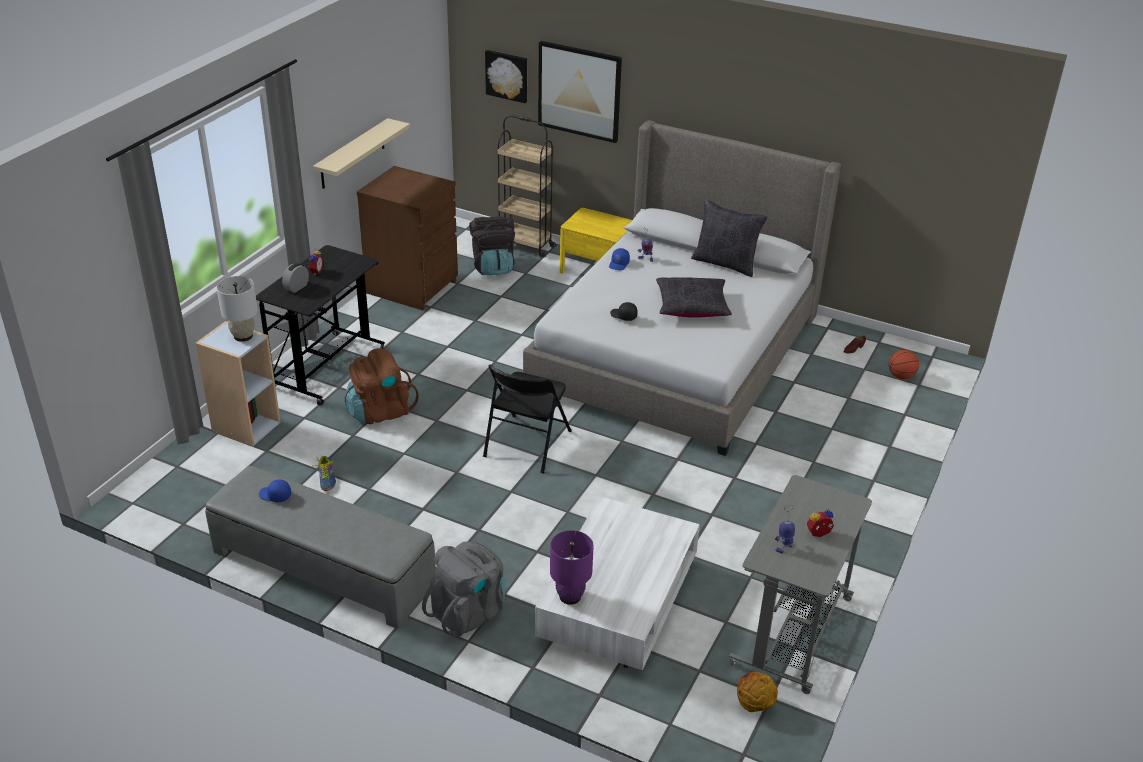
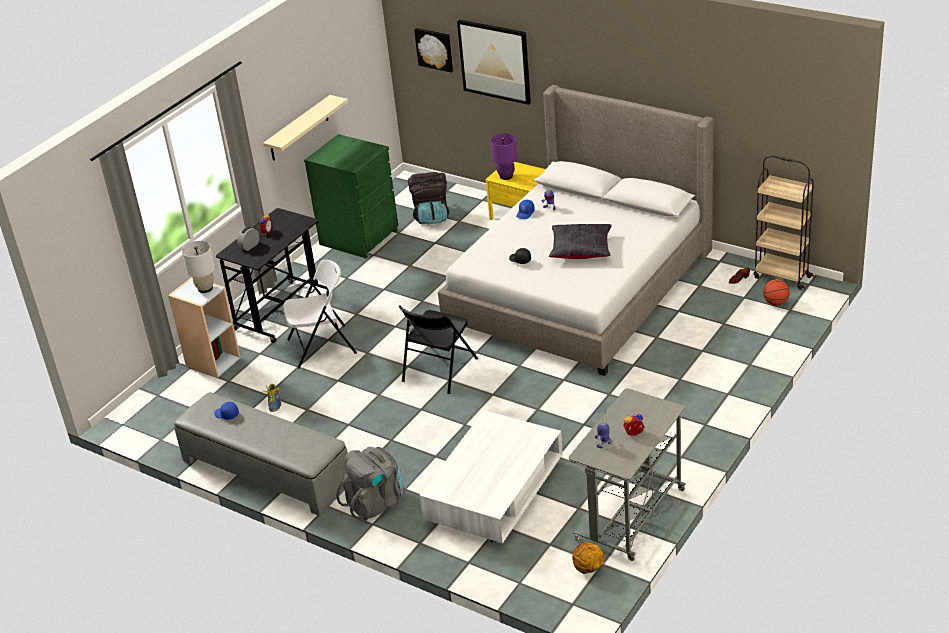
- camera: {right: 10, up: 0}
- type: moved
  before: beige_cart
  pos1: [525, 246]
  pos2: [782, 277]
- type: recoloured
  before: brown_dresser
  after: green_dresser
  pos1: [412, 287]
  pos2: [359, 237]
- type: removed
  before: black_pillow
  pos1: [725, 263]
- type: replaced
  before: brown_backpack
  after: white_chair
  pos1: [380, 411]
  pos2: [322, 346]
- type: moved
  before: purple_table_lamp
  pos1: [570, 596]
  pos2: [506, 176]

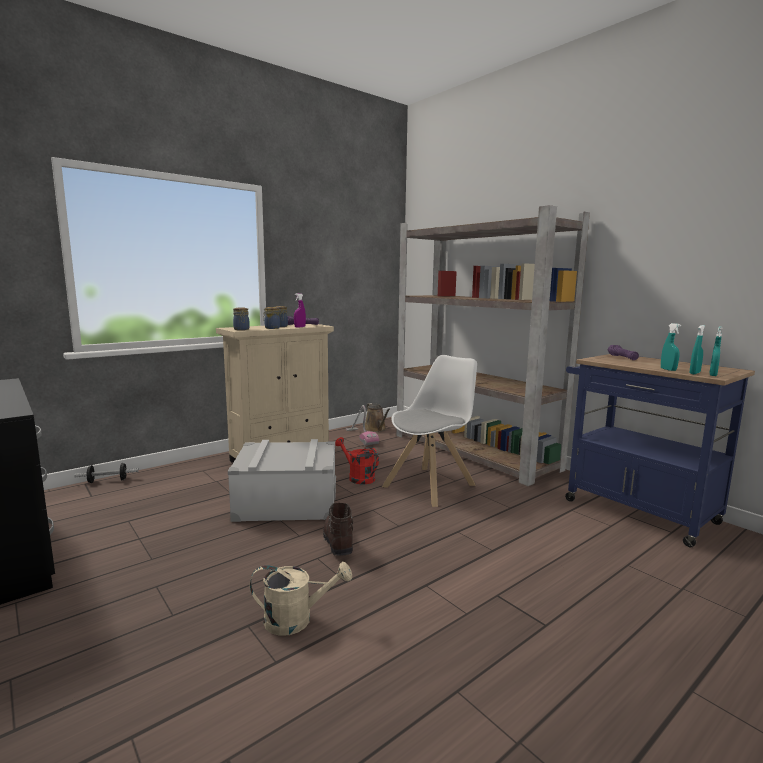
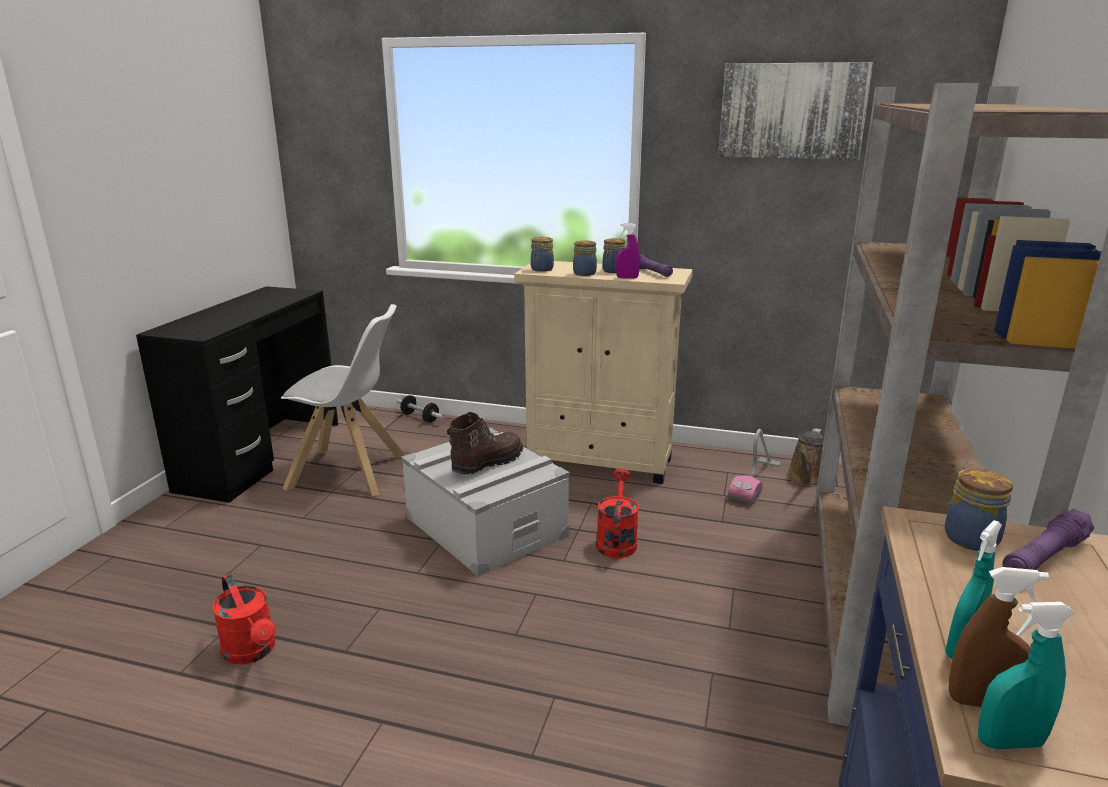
- camera: {right: 55, up: 10}
- type: recoloured
  before: turquoise_spray_bottle
  after: brown_spray_bottle
  pos1: [694, 373]
  pos2: [981, 702]
- type: moved
  before: chair
  pos1: [431, 485]
  pos2: [350, 472]
- type: moved
  before: brown_boot
  pos1: [337, 542]
  pos2: [486, 463]
- type: recoloured
  before: beige_watering_can
  after: red_watering_can
  pos1: [297, 619]
  pos2: [253, 652]
- type: added
  after: picture
  pos2: [792, 111]
- type: added
  after: jar
  pos2: [970, 537]

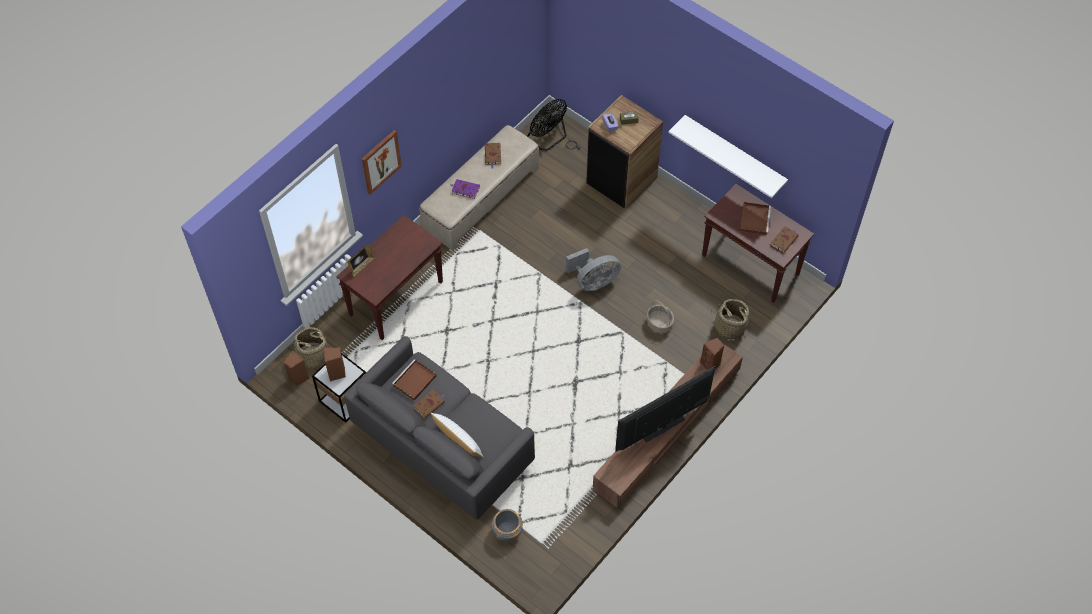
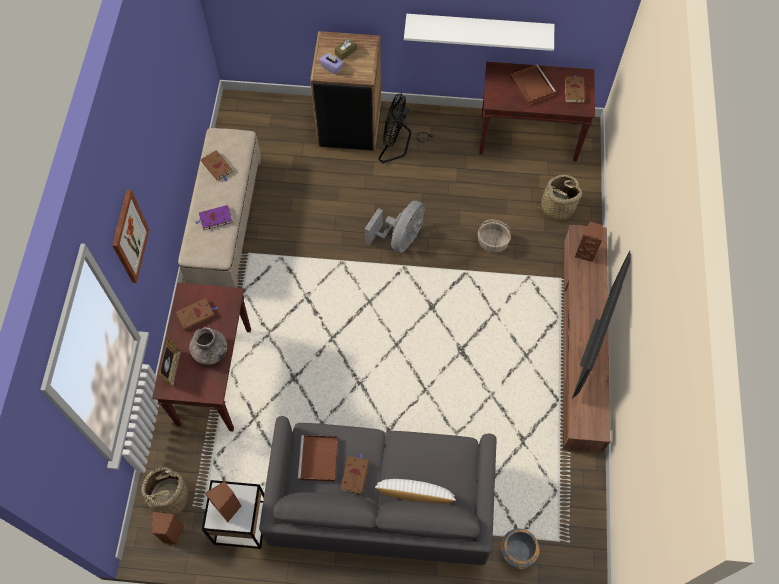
- camera: {right: -35, up: 5}
- type: moved
  before: black_fan
  pos1: [553, 138]
  pos2: [400, 141]
- type: added
  after: brown_book
  pos2: [197, 315]
- type: added
  after: grey_vase
  pos2: [210, 351]

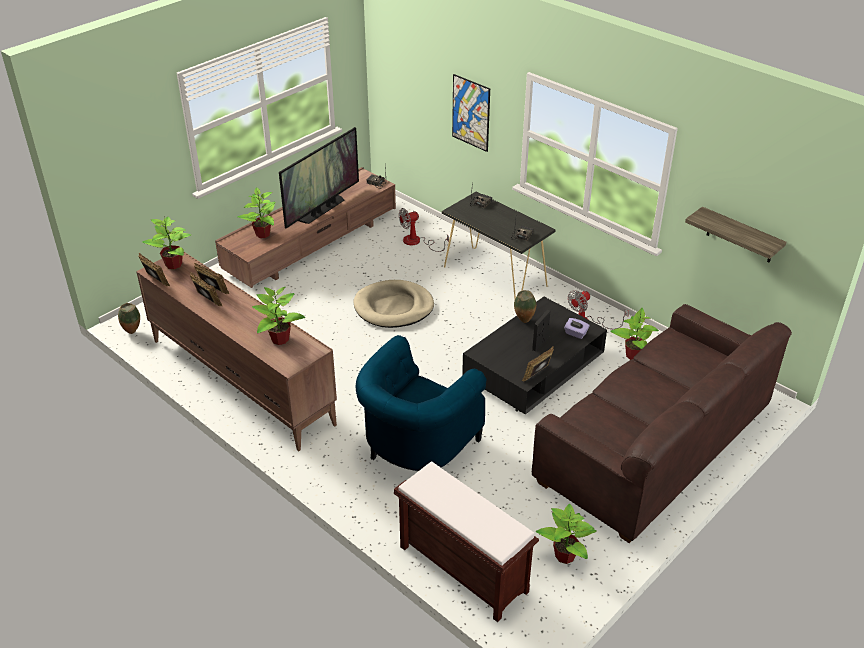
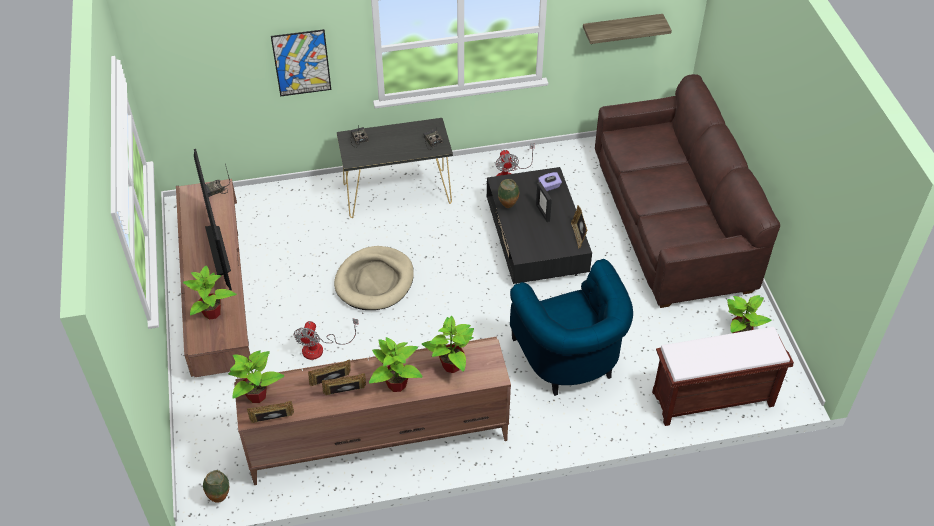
- camera: {right: -55, up: 10}
- type: moved
  before: fan
  pos1: [417, 242]
  pos2: [320, 348]
- type: moved
  before: potted_plant
  pos1: [633, 355]
  pos2: [396, 384]

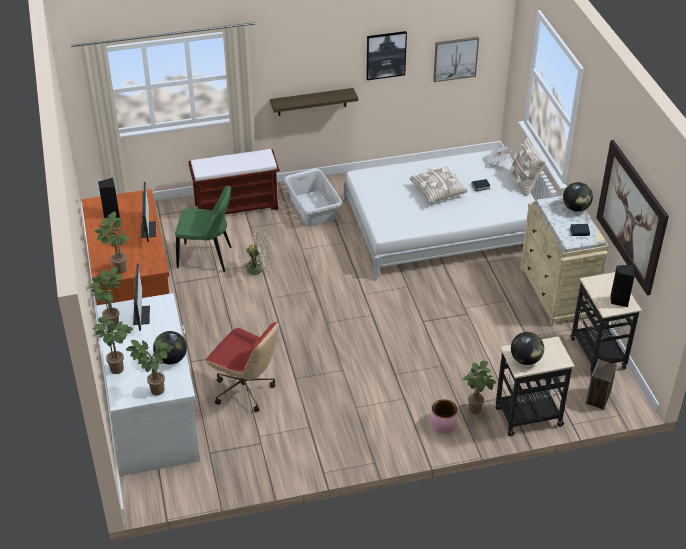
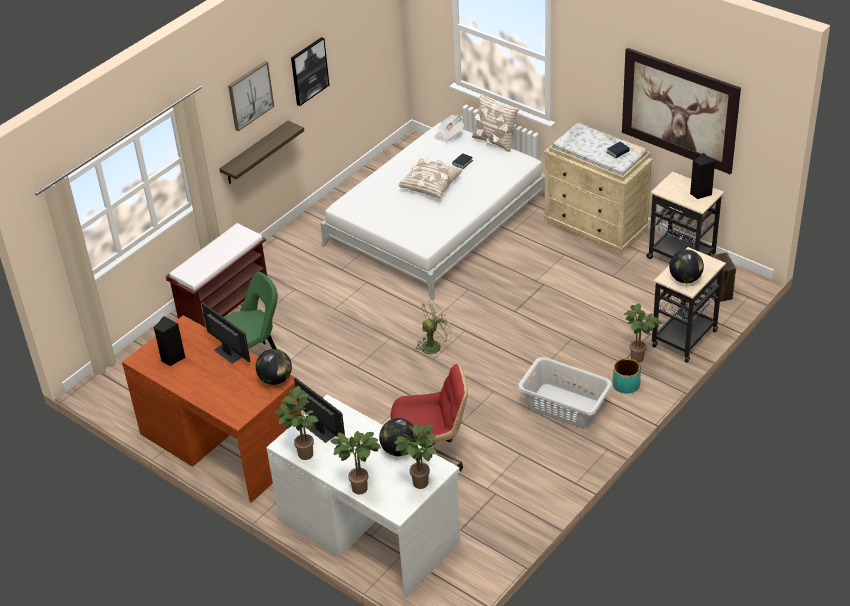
- camera: {right: -35, up: 0}
- type: moved
  before: picture
  pos1: [455, 58]
  pos2: [250, 95]
- type: moved
  before: grey_laundry_basket
  pos1: [313, 209]
  pos2: [564, 406]
- type: moved
  before: globe
  pos1: [576, 208]
  pos2: [275, 379]
- type: removed
  before: potted_plant
  pos1: [118, 269]
- type: moved
  before: green_fan
  pos1: [258, 269]
  pos2: [434, 345]
- type: recoloured
  before: pink_planter
  after: turquoise_planter
  pos1: [443, 424]
  pos2: [626, 385]

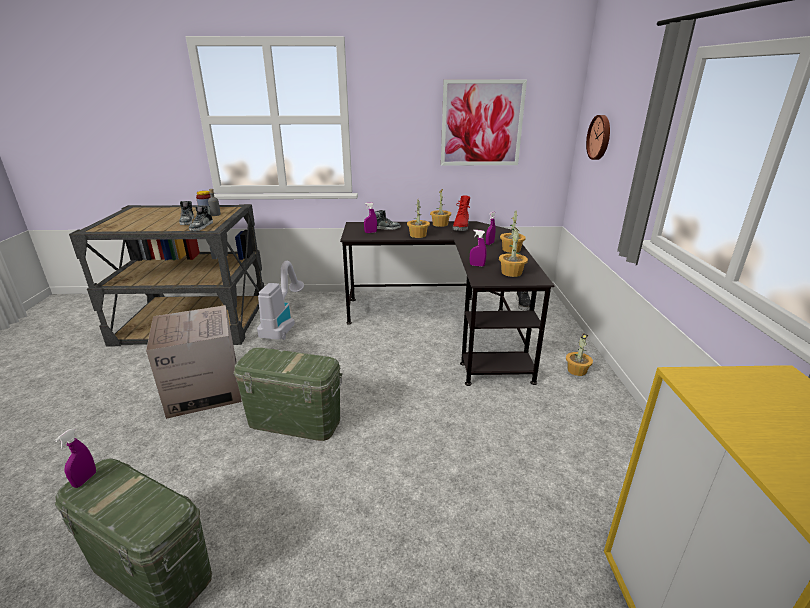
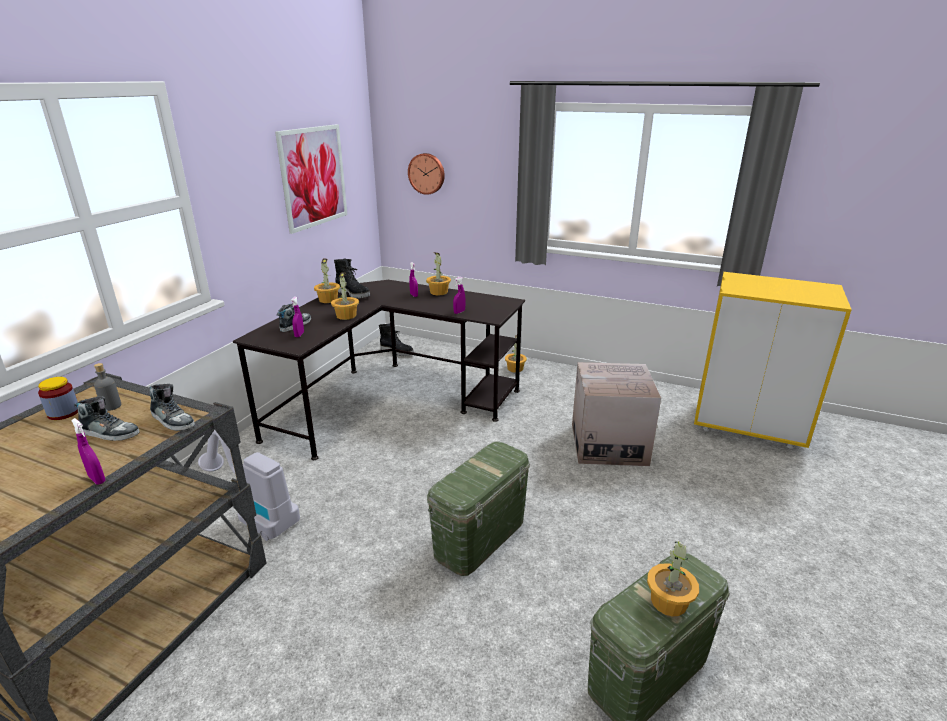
- camera: {right: -65, up: 0}
- type: recoloured
  before: red_boot
  after: black_boot
  pos1: [461, 228]
  pos2: [354, 294]
- type: moved
  before: potted_plant
  pos1: [511, 273]
  pos2: [669, 602]
- type: moved
  before: cardboard_box
  pos1: [204, 390]
  pos2: [608, 444]
- type: moved
  before: purple_spray_bottle
  pos1: [85, 479]
  pos2: [97, 479]

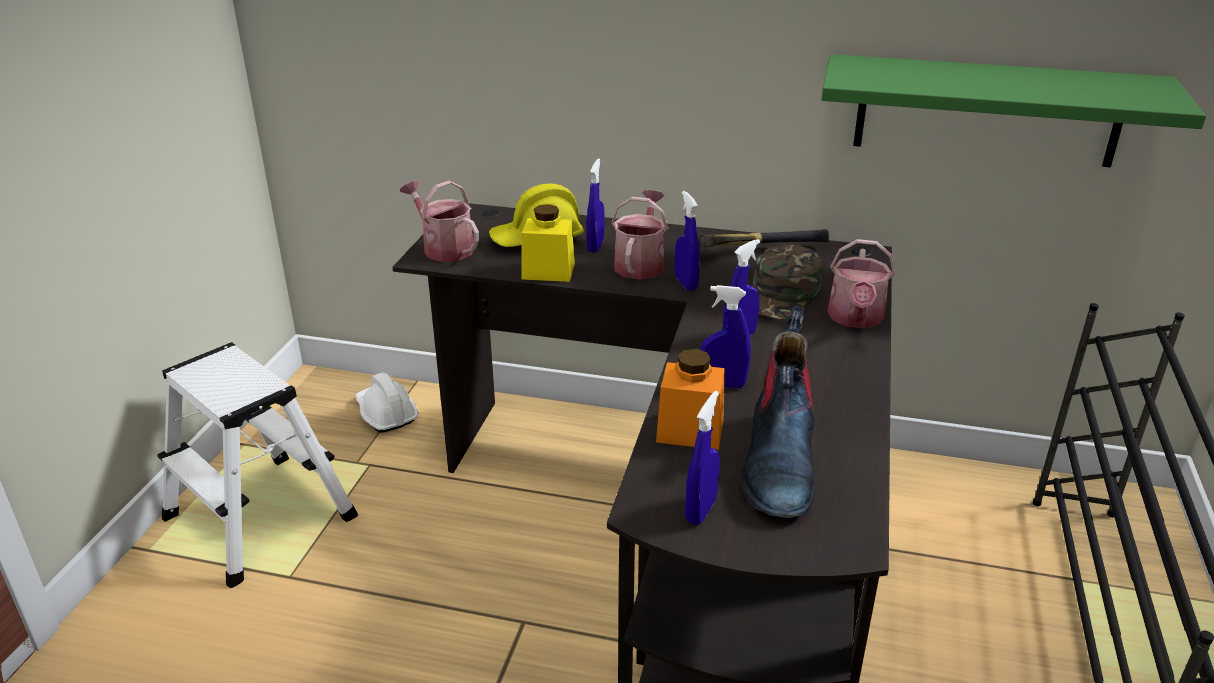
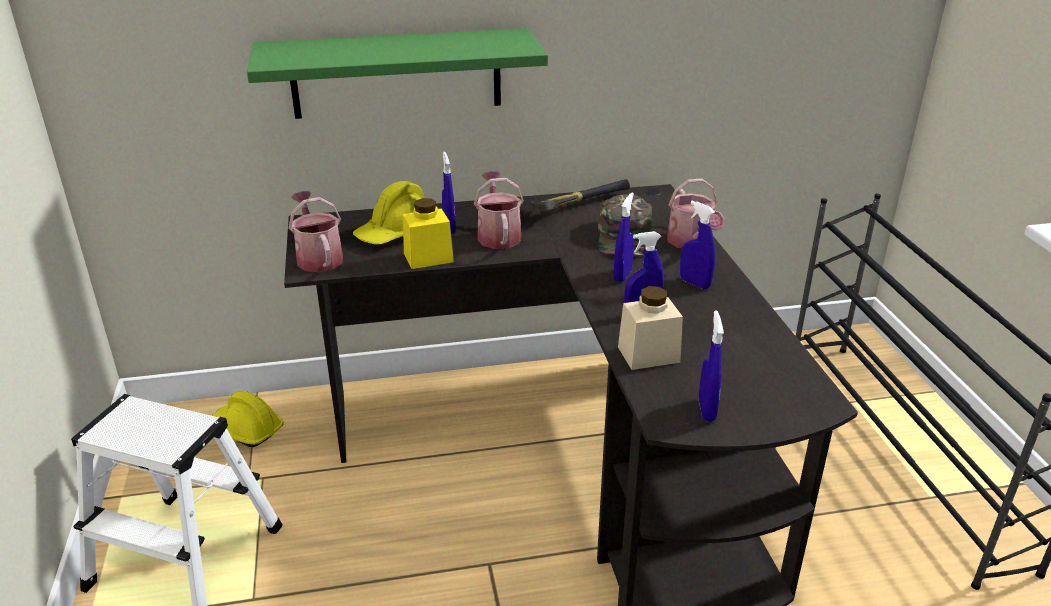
- camera: {right: -25, up: 0}
- type: moved
  before: green_shelf
  pos1: [987, 111]
  pos2: [396, 73]
- type: turned
  before: watering_can
  pos1: [444, 248]
  pos2: [318, 257]
  turn: 45
- type: moved
  before: blue_spray_bottle
  pos1: [686, 283]
  pos2: [694, 283]
- type: removed
  before: boot
  pos1: [779, 461]
- type: recoloured
  before: orange_jar
  after: beige_jar
  pos1: [690, 431]
  pos2: [648, 354]
- type: recoloured
  before: white_hard_hat
  after: yellow_hard_hat
  pos1: [386, 413]
  pos2: [247, 429]

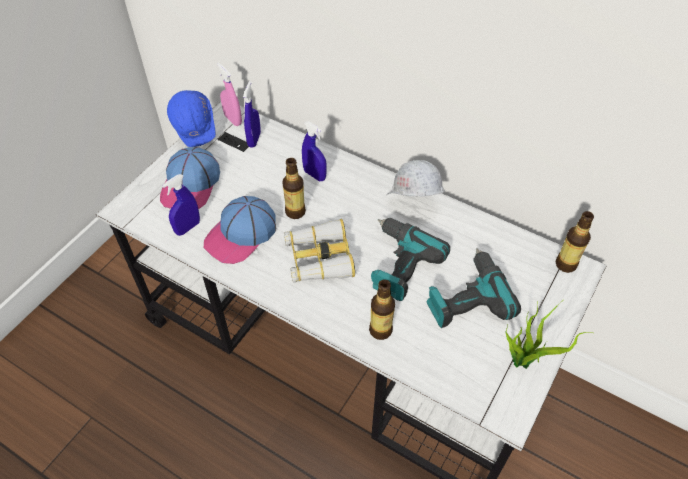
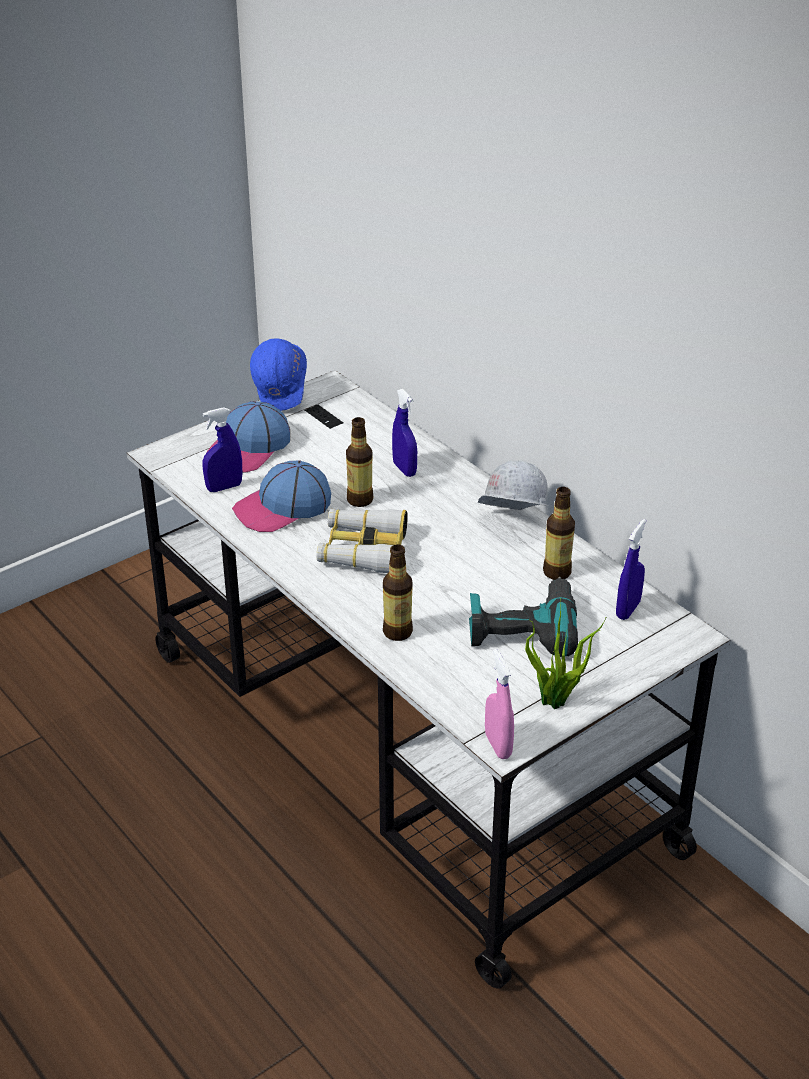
- camera: {right: 20, up: -15}
- type: moved
  before: pink_spray_bottle
  pos1: [233, 120]
  pos2: [498, 746]
- type: moved
  before: blue_spray_bottle
  pos1: [254, 140]
  pos2: [628, 609]
- type: moved
  before: bottle
  pos1: [566, 264]
  pos2: [557, 572]
- type: removed
  before: power_drill
  pos1: [398, 264]

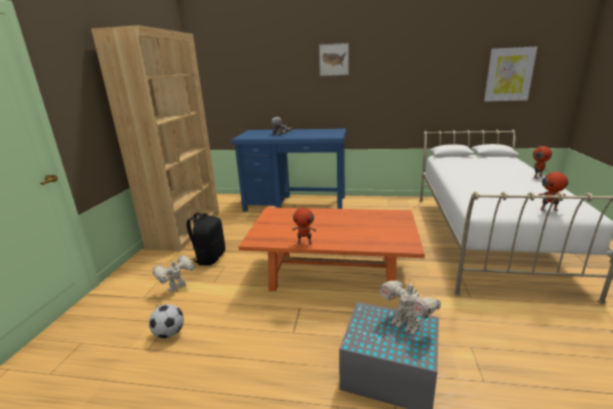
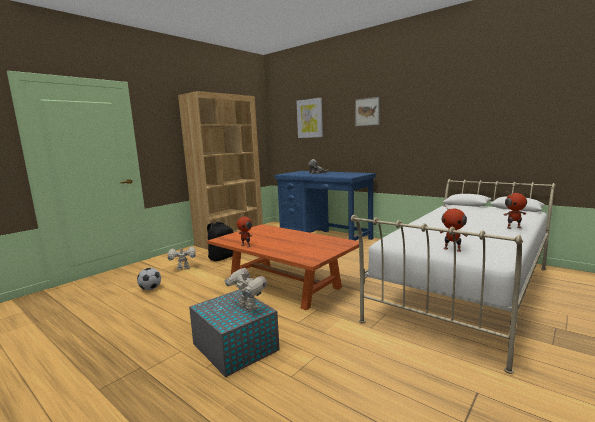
- camera: {right: 30, up: -10}
- type: moved
  before: picture
  pos1: [509, 74]
  pos2: [310, 118]
- type: turned
  before: toy_robot
  pos1: [406, 325]
  pos2: [247, 308]
  turn: 150

